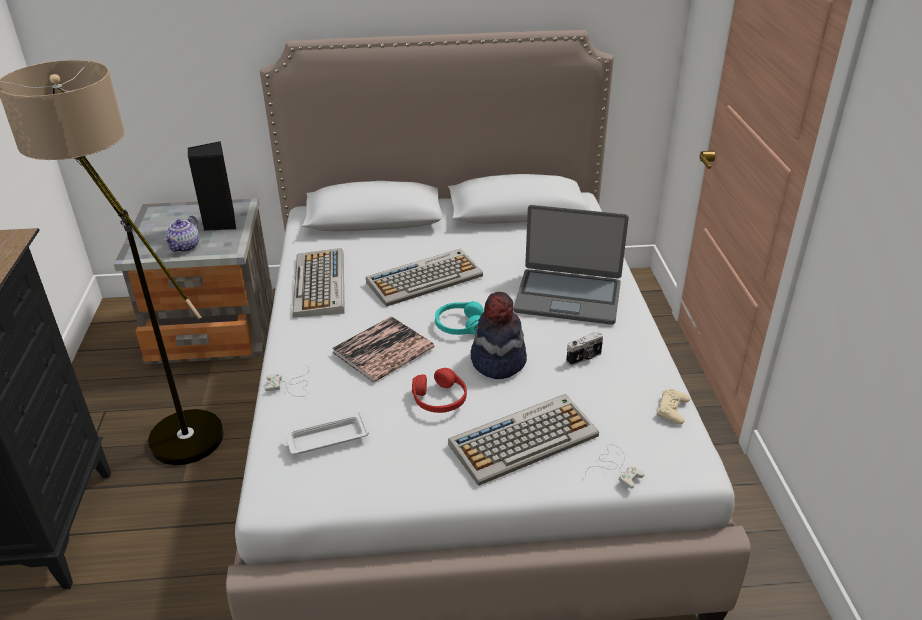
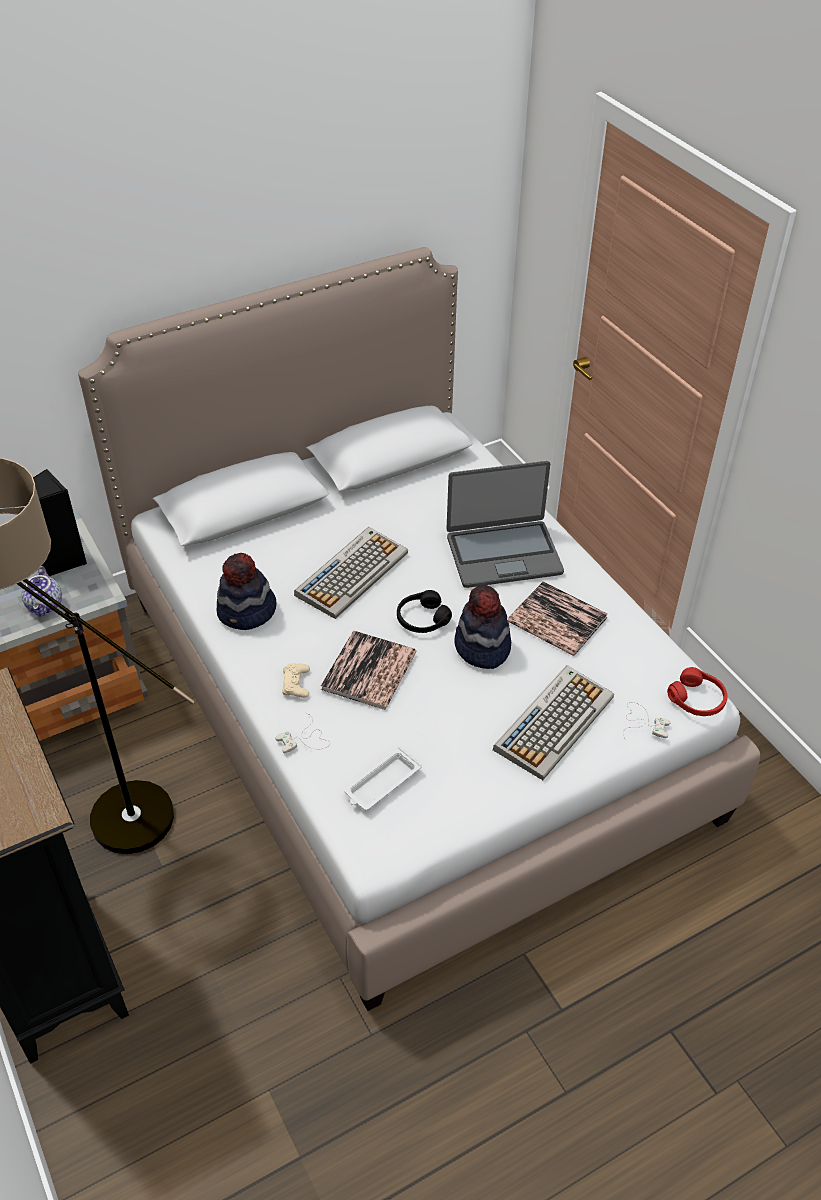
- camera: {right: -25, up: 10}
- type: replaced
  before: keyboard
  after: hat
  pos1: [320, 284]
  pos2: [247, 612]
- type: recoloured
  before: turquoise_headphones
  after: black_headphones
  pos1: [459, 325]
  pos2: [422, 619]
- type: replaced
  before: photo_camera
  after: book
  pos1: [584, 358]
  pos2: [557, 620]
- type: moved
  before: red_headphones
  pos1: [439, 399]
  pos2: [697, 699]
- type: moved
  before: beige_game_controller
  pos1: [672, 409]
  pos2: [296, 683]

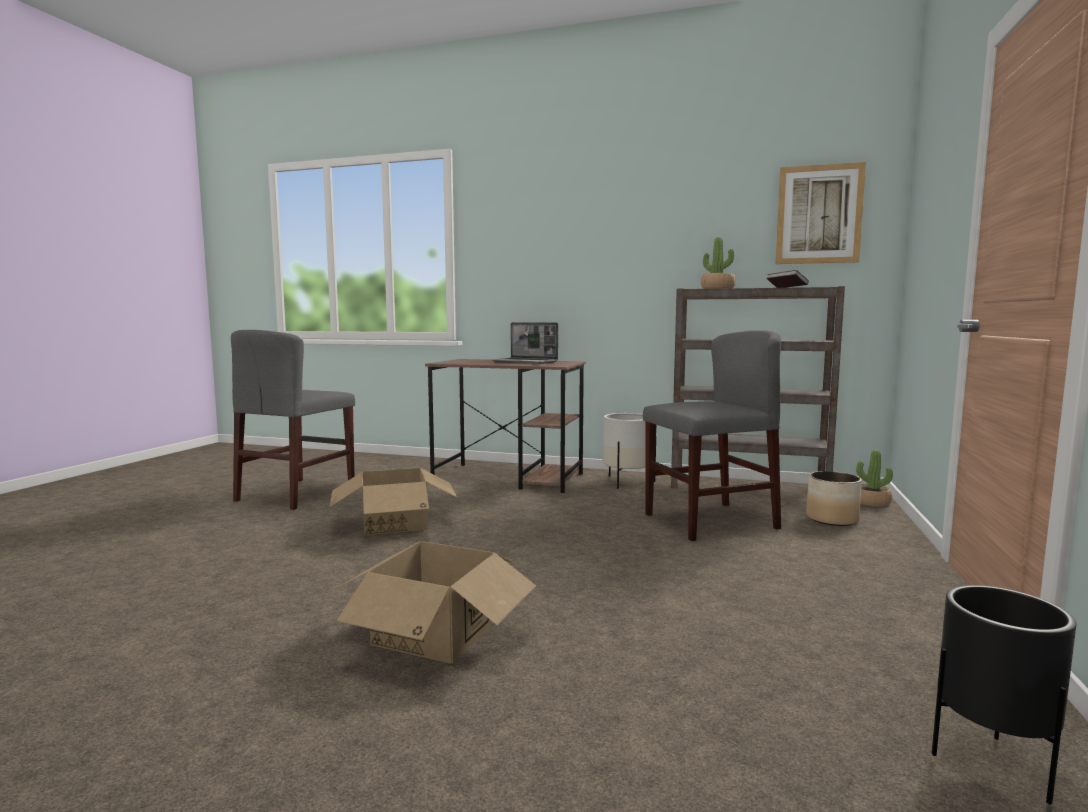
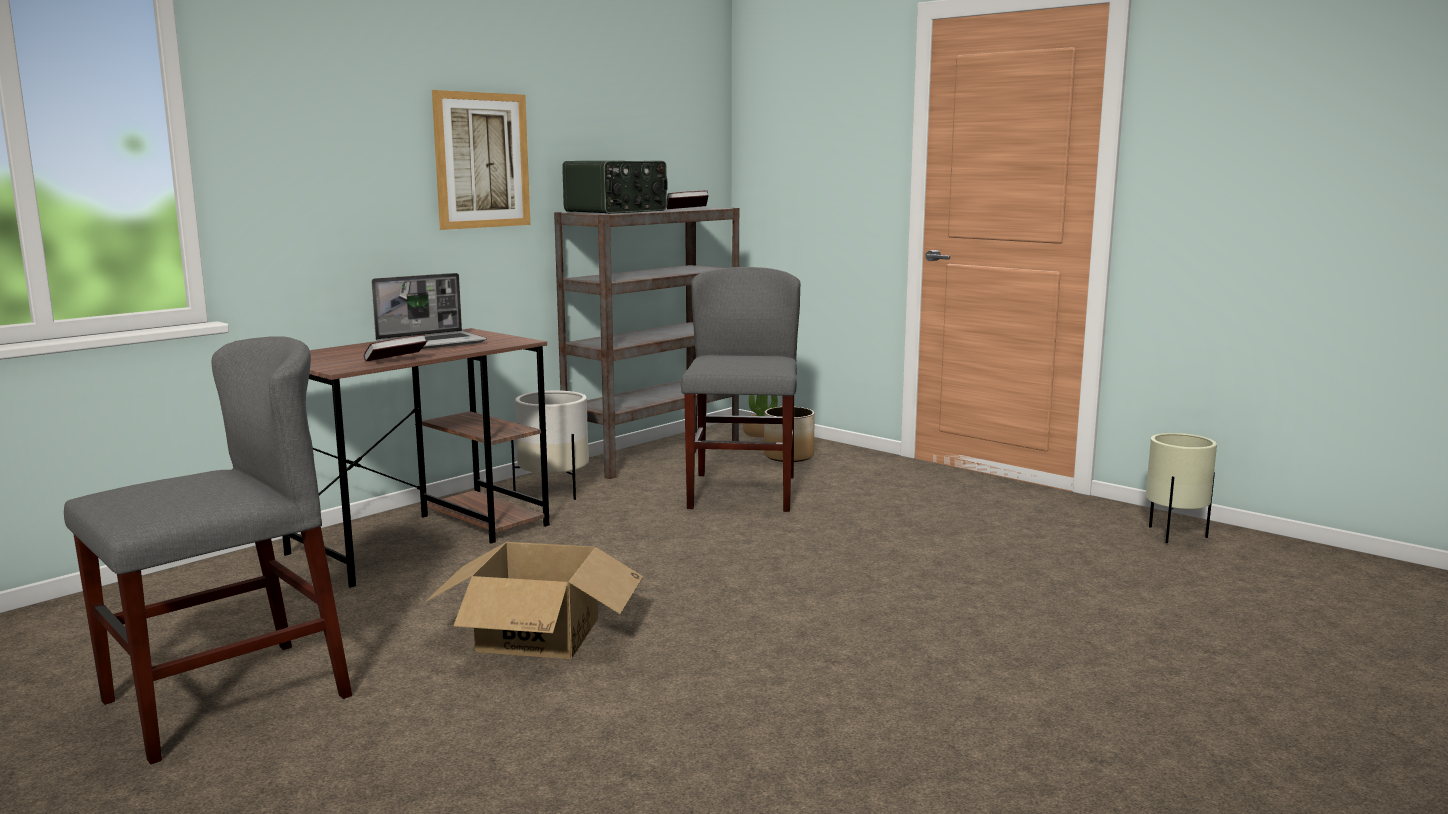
- camera: {right: -65, up: 5}
- type: moved
  before: picture
  pos1: [819, 214]
  pos2: [482, 160]
- type: replaced
  before: potted_plant
  after: radio
  pos1: [717, 288]
  pos2: [617, 211]
- type: turned
  before: grey_chair
  pos1: [297, 493]
  pos2: [226, 699]
  turn: -90
- type: removed
  before: cardboard_box
  pos1: [435, 632]
- type: recoloured
  before: black_planter
  after: beige_planter
  pos1: [992, 766]
  pos2: [1174, 536]
- type: added
  after: book
  pos2: [396, 360]

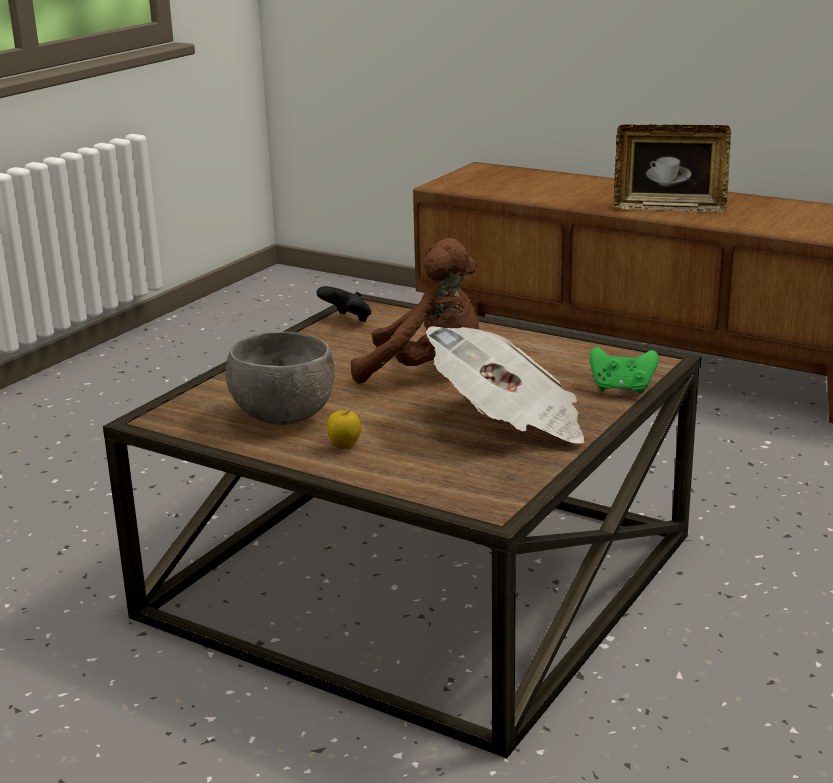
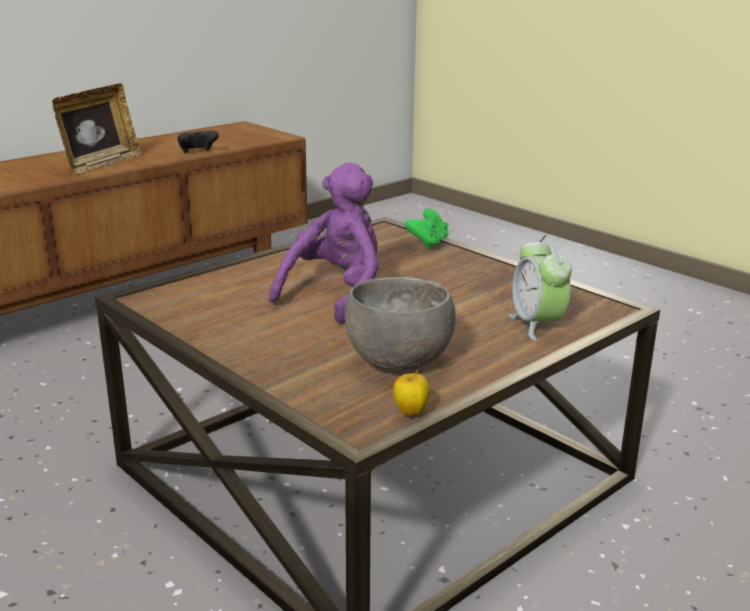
- camera: {right: -75, up: 0}
- type: recoloured
  before: brown_plush_toy
  after: purple_plush_toy
  pos1: [427, 370]
  pos2: [336, 294]
- type: moved
  before: black_game_controller
  pos1: [347, 320]
  pos2: [198, 153]
- type: removed
  before: newspaper
  pos1: [509, 424]
- type: moved
  before: apple
  pos1: [345, 447]
  pos2: [410, 412]
- type: added
  after: alarm_clock
  pos2: [537, 325]

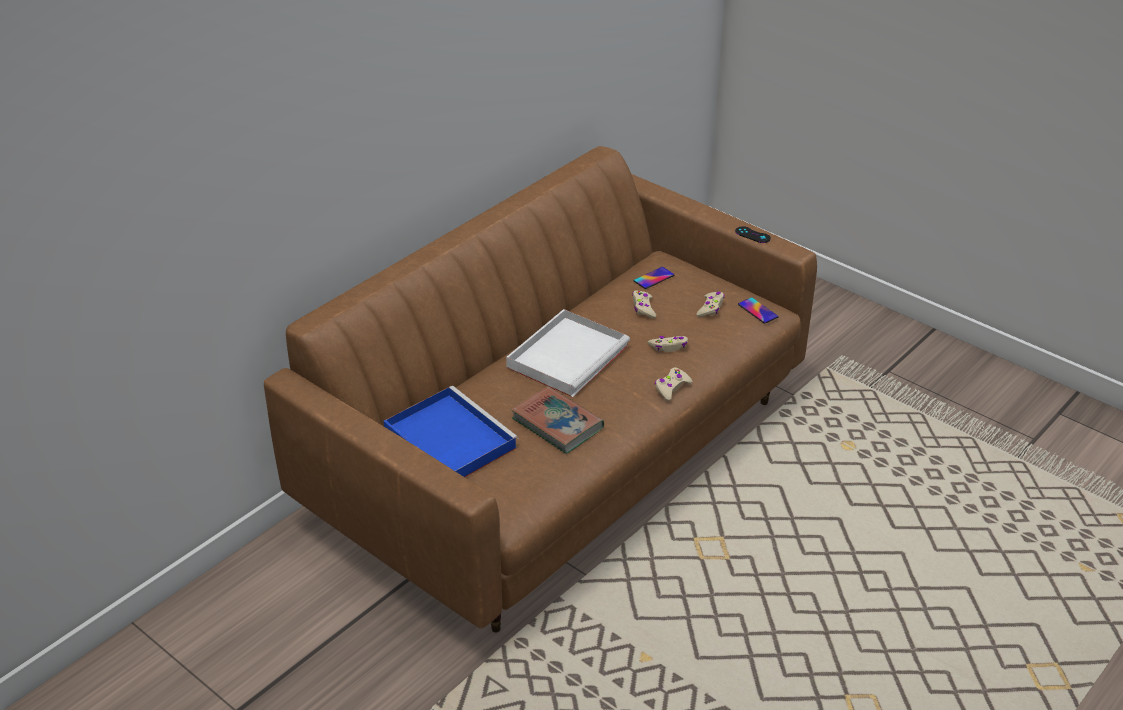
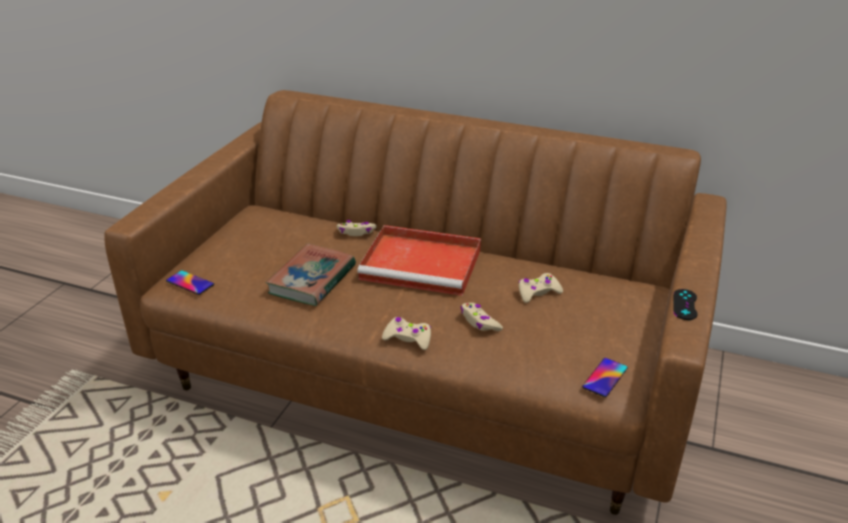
- camera: {right: 70, up: -5}
- type: moved
  before: phone
  pos1: [654, 278]
  pos2: [190, 283]
- type: moved
  before: beige_game_controller
  pos1: [710, 308]
  pos2: [356, 232]
- type: recoloured
  before: white_tray
  after: red_tray
  pos1: [568, 355]
  pos2: [423, 264]
- type: removed
  before: blue_tray
  pos1: [448, 439]

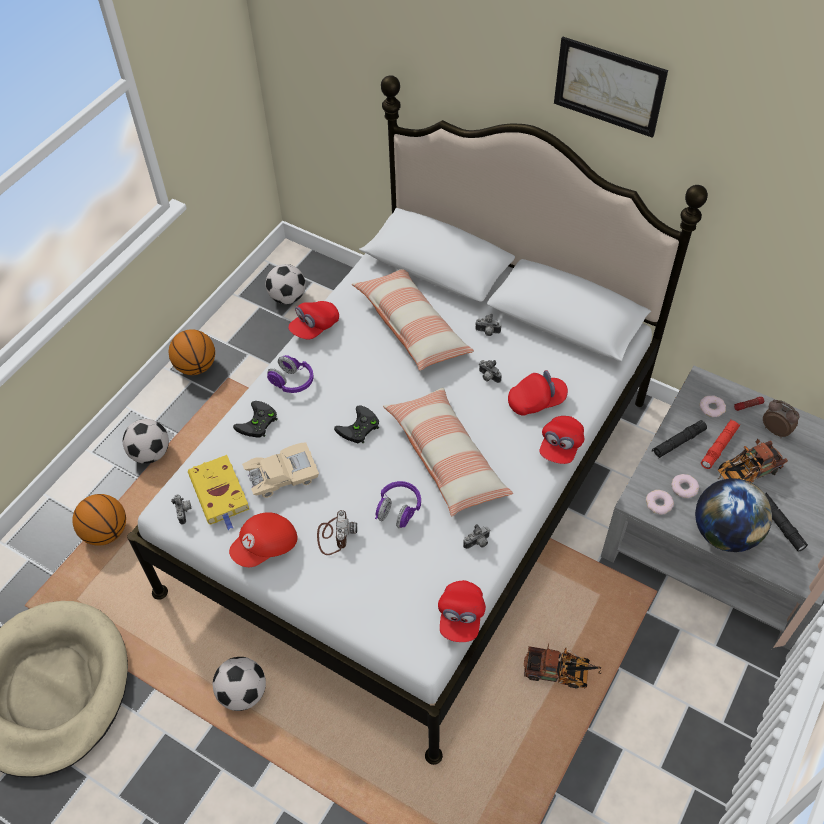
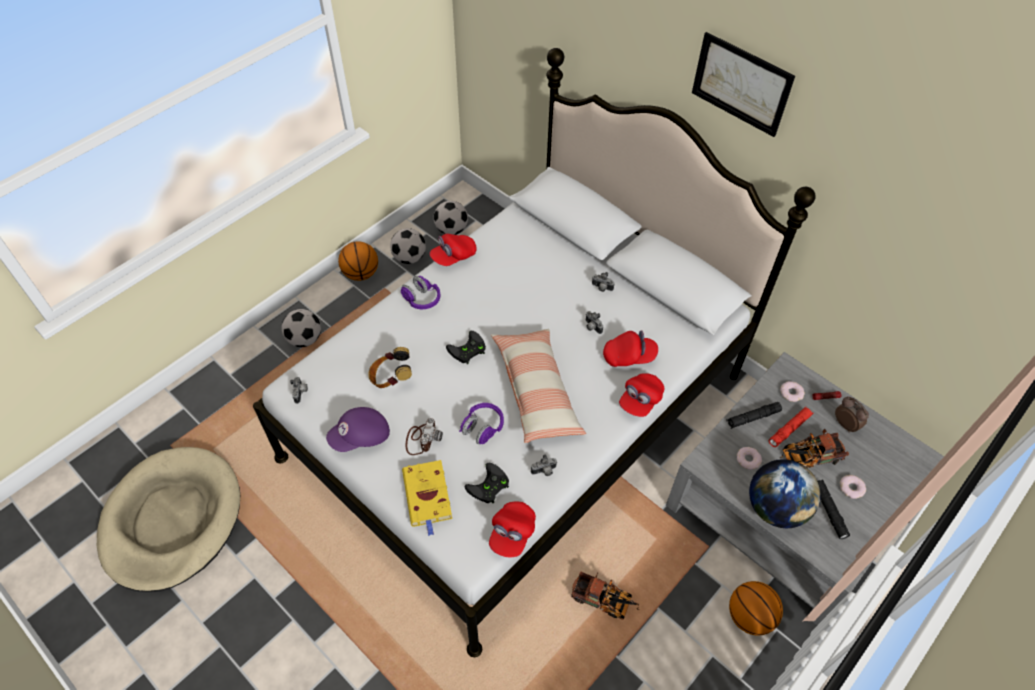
- camera: {right: 10, up: 0}
- type: removed
  before: pillow
  pos1: [412, 327]
- type: moved
  before: black_game_controller
  pos1: [257, 423]
  pos2: [488, 487]
- type: replaced
  before: beige_toy_car
  after: headphones
  pos1: [282, 475]
  pos2: [391, 378]
- type: moved
  before: yellow_book
  pos1: [220, 494]
  pos2: [428, 497]
- type: moved
  before: donut
  pos1: [659, 504]
  pos2: [851, 488]
- type: moved
  before: basketball
  pos1: [106, 532]
  pos2: [749, 616]
- type: recoloured
  before: red_cap
  after: purple_cap
  pos1: [266, 547]
  pos2: [361, 437]
- type: moved
  before: football
  pos1: [243, 692]
  pos2: [409, 257]

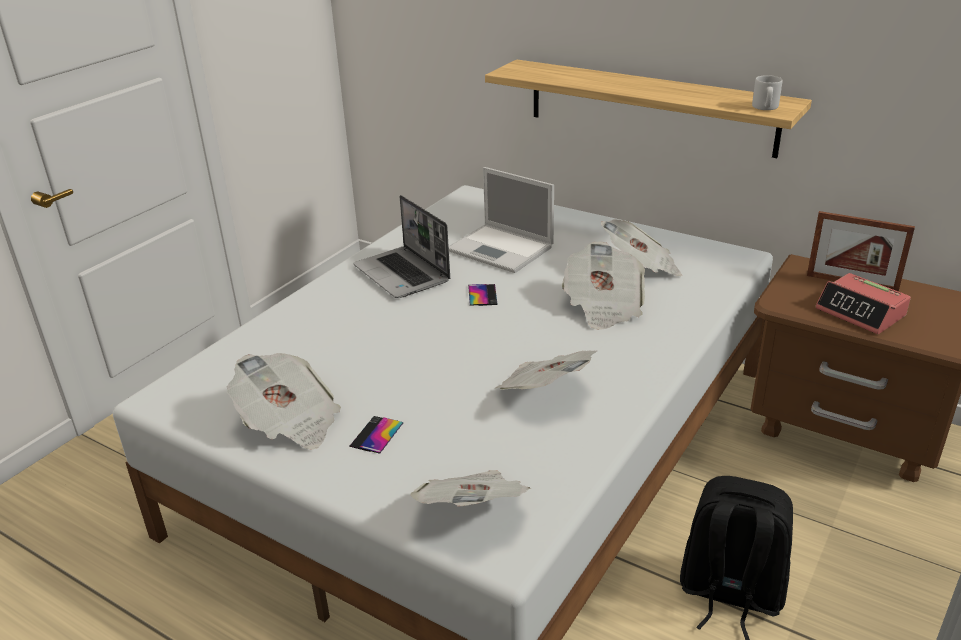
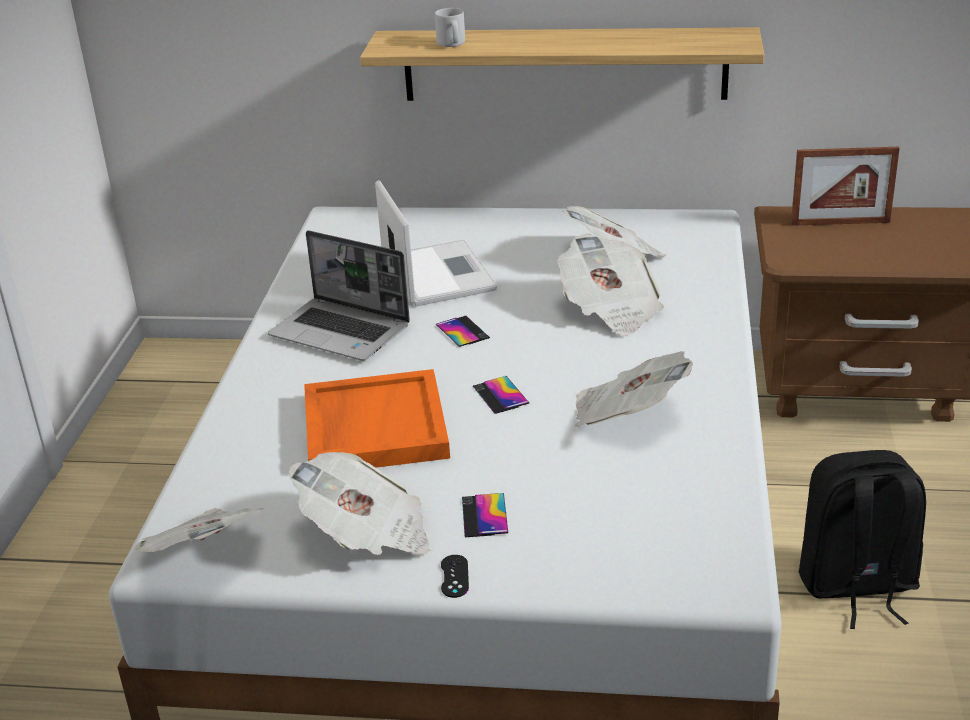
- camera: {right: -25, up: 0}
- type: moved
  before: grey_mug
  pos1: [765, 107]
  pos2: [452, 44]
- type: turned
  before: laptop
  pos1: [502, 249]
  pos2: [436, 273]
  turn: -120
- type: removed
  before: alarm_clock
  pos1: [861, 312]
- type: moved
  before: newspaper
  pos1: [473, 511]
  pos2: [205, 555]
- type: added
  after: orange_tray
  pos2: [374, 427]
- type: added
  after: phone
  pos2: [500, 395]
- type: added
  after: black_game_controller
  pos2: [454, 576]

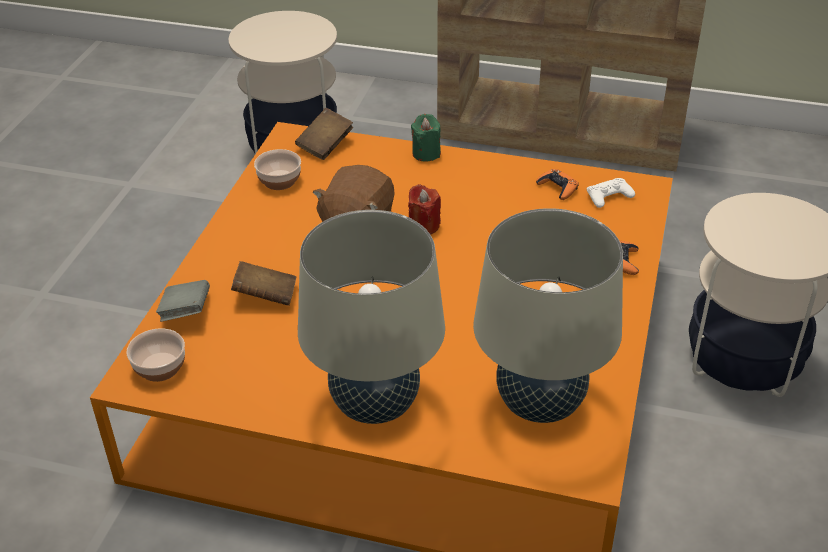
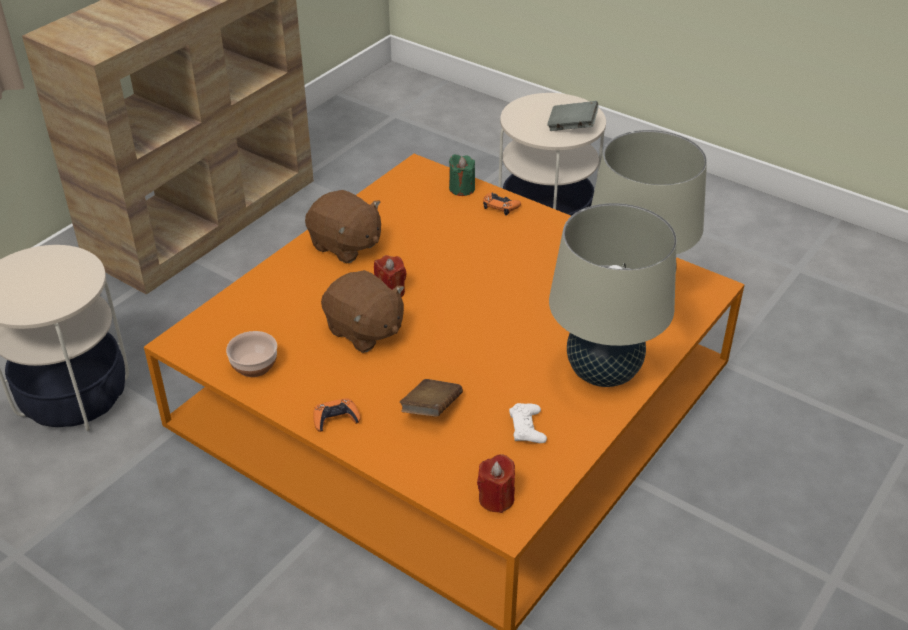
- camera: {right: -70, up: 0}
- type: removed
  before: brown_book
  pos1: [325, 145]
- type: moved
  before: green_candle
  pos1: [426, 153]
  pos2: [462, 188]
- type: moved
  before: orange_game_controller
  pos1: [557, 188]
  pos2: [336, 418]
- type: moved
  before: white_game_controller
  pos1: [609, 196]
  pos2: [527, 427]
- type: moved
  before: grey_book
  pos1: [186, 312]
  pos2: [572, 127]
- type: replaced
  before: bowl
  after: red_candle
  pos1: [160, 367]
  pos2: [496, 498]
- type: added
  after: brown_plush_toy
  pos2: [345, 246]

